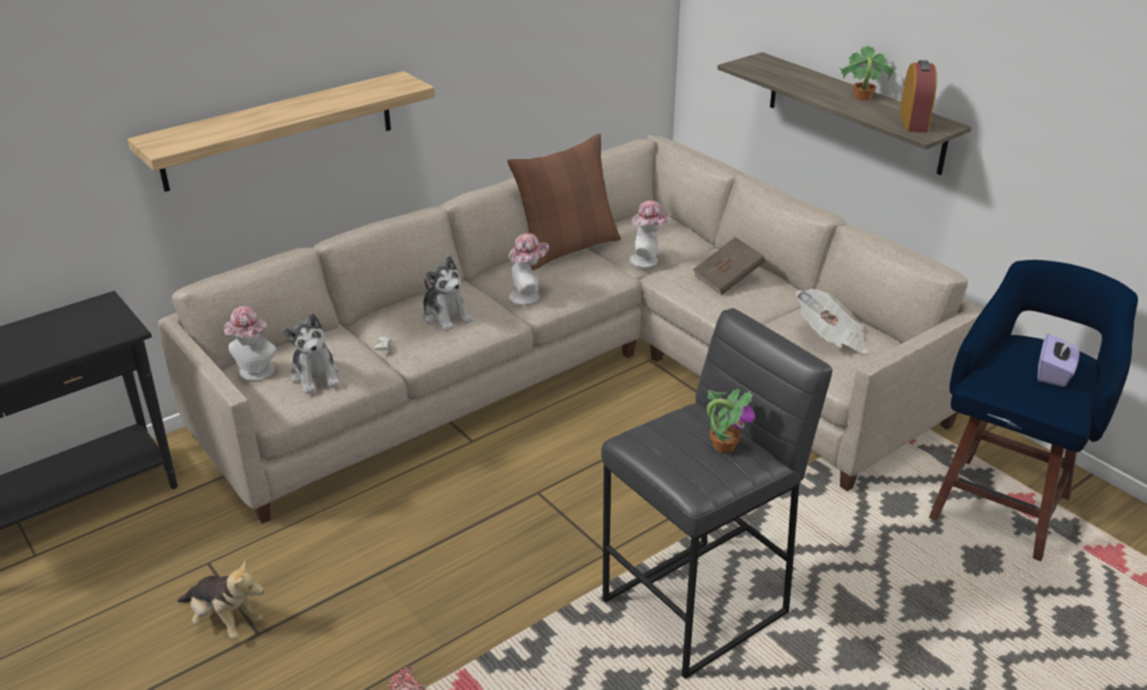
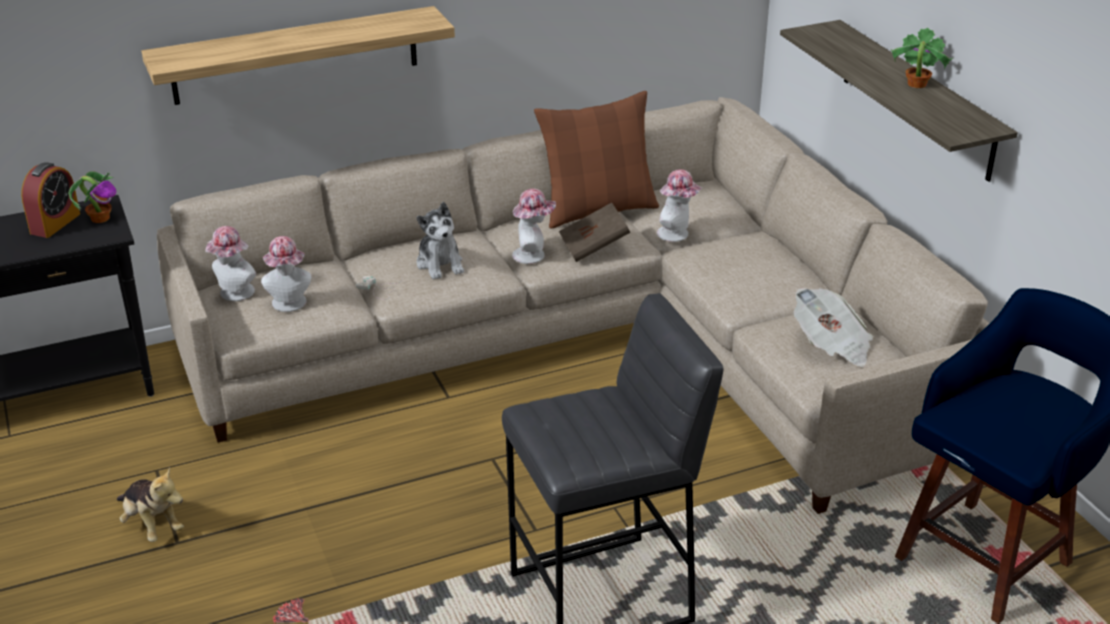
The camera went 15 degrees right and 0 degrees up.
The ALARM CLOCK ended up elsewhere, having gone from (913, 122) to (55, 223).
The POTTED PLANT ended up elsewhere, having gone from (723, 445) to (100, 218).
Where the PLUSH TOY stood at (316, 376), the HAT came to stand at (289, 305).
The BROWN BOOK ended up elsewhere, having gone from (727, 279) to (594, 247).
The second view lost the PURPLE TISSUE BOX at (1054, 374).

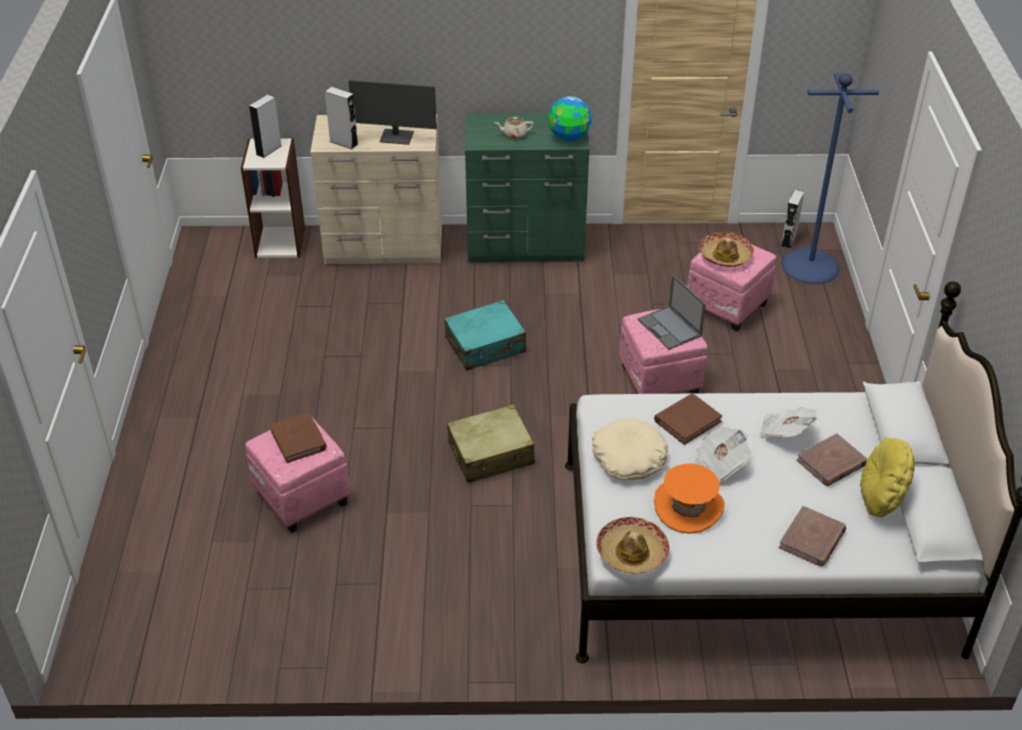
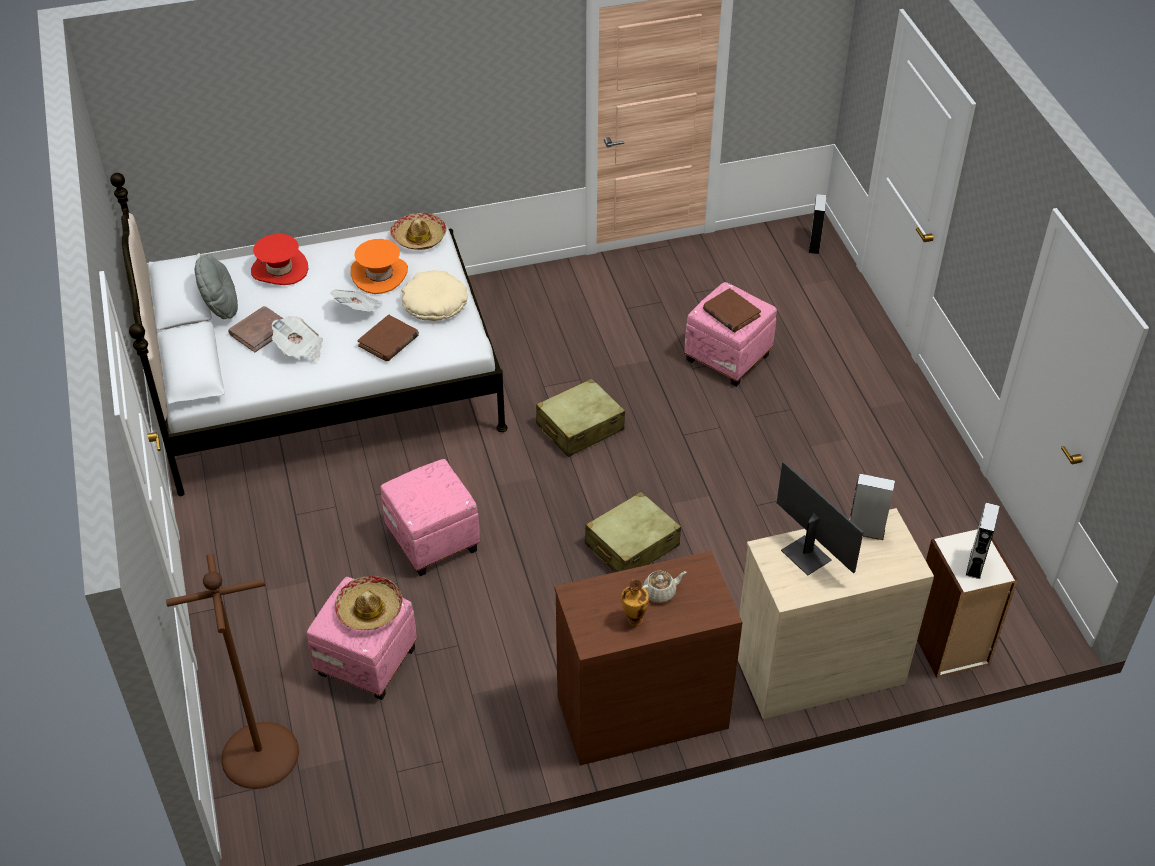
The camera went 165 degrees right and 5 degrees up.
What was the BLUE CLOTHES RACK at (810, 266) turned into the BROWN CLOTHES RACK at (260, 755).
What was the YELLOW PILLOW at (880, 500) turned into the GREY PILLOW at (221, 308).
Where the BROWN BOOK stood at (812, 539), the RED HAT came to stand at (279, 269).
What was the GREEN DRESSER at (526, 245) turned into the BROWN DRESSER at (640, 710).
What was the TURQUOISE SUITCASE at (486, 345) turned into the BEIGE SUITCASE at (631, 545).
The second view gained the VASE at (634, 620).
The MONITOR at (396, 137) ended up facing another way, 60 degrees clockwise from before.
The GREY SPEAKER ended up elsewhere, having gone from (788, 240) to (814, 245).
The second view lost the GLOBE at (569, 137).
The second view lost the LAPTOP at (670, 328).

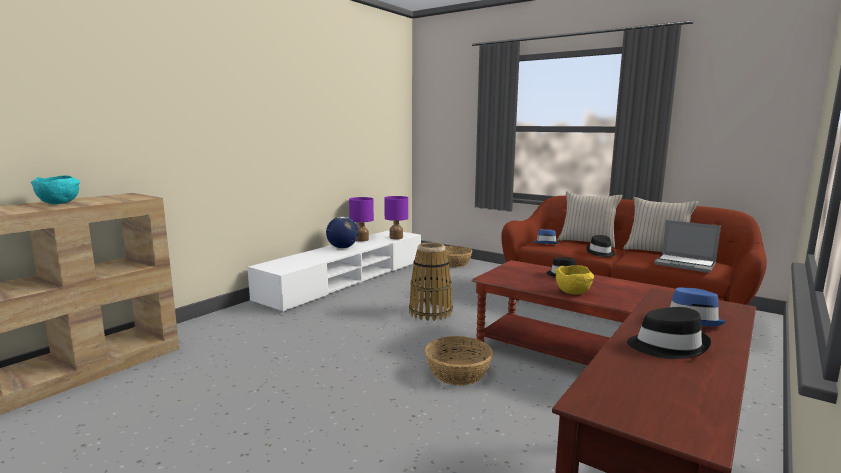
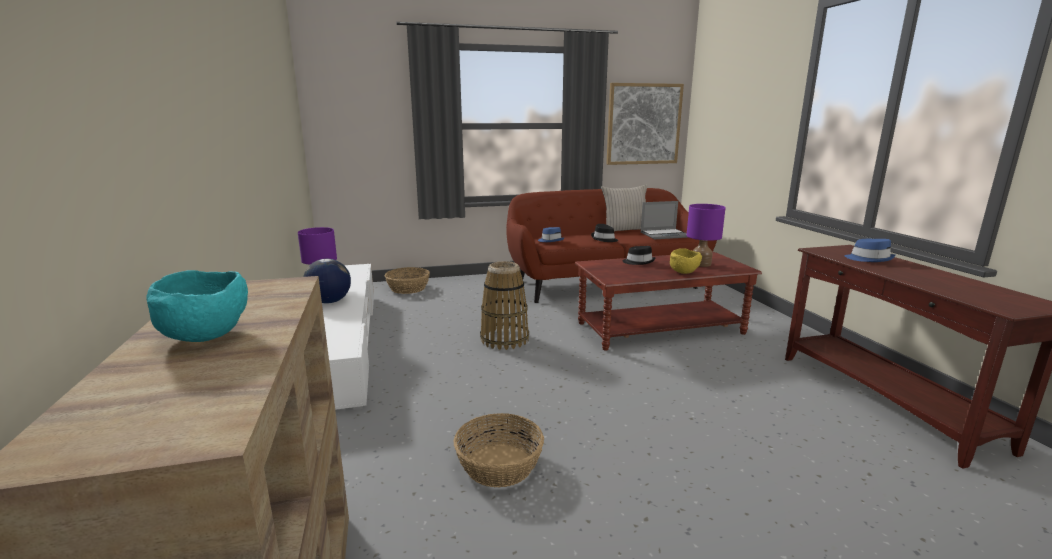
The camera went 50 degrees left and 5 degrees up.
The BASKET ended up elsewhere, having gone from (457, 372) to (498, 465).
The second view gained the PICTURE at (643, 124).
The PURPLE TABLE LAMP ended up elsewhere, having gone from (396, 237) to (700, 264).
The second view lost the BEIGE PILLOW at (587, 242).
The second view lost the BLACK HAT at (667, 346).

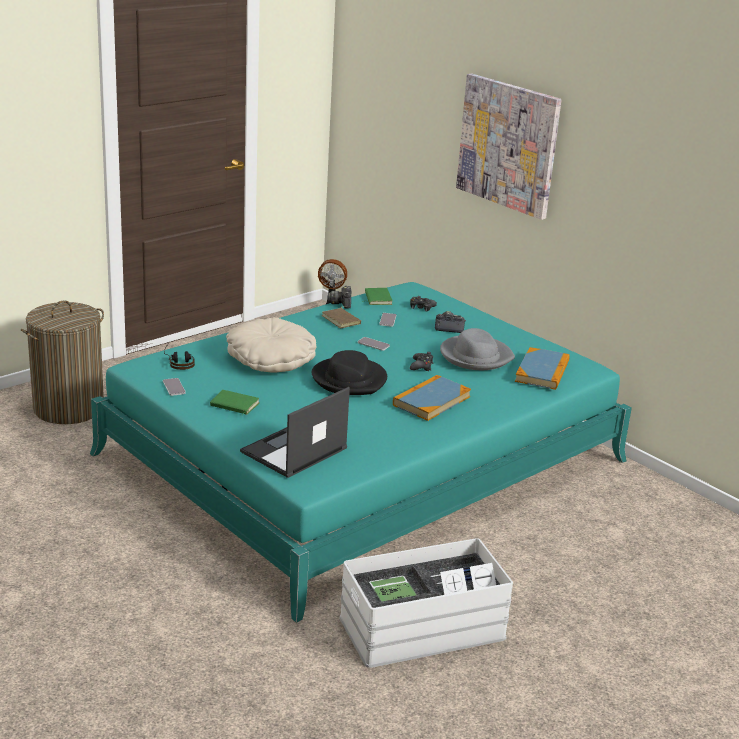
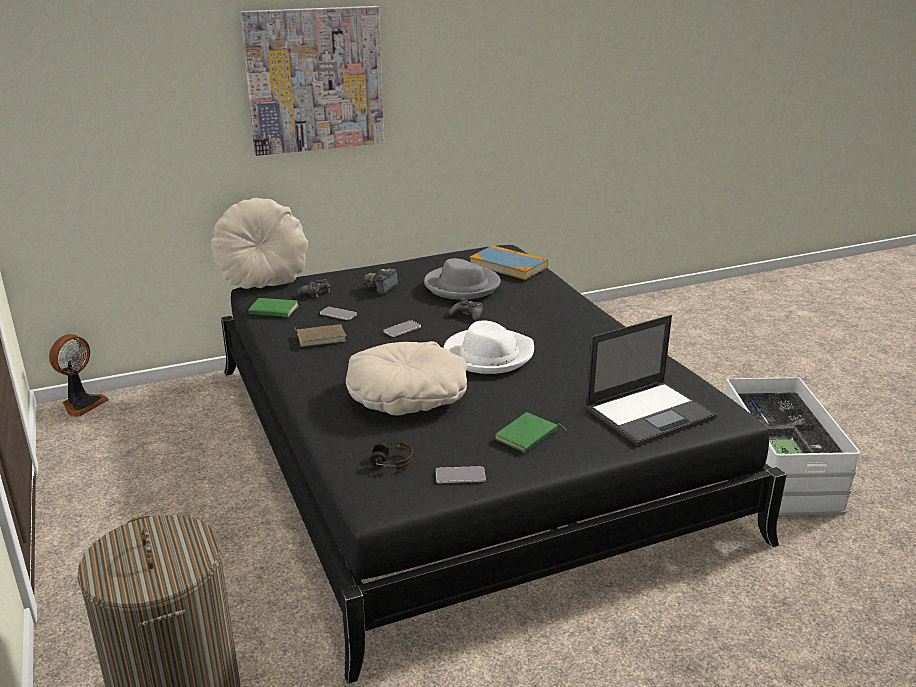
The camera went 70 degrees left and 0 degrees up.
The second view gained the BEIGE PILLOW at (264, 283).
What was the TURQUOISE BED at (362, 457) turned into the BLACK BED at (458, 446).
What was the BLACK HAT at (349, 379) turned into the WHITE HAT at (488, 354).
The LAPTOP at (293, 451) ended up facing another way, 90 degrees counterclockwise from before.
The second view lost the PHOTO CAMERA at (341, 303).
The second view lost the BOOK at (431, 401).

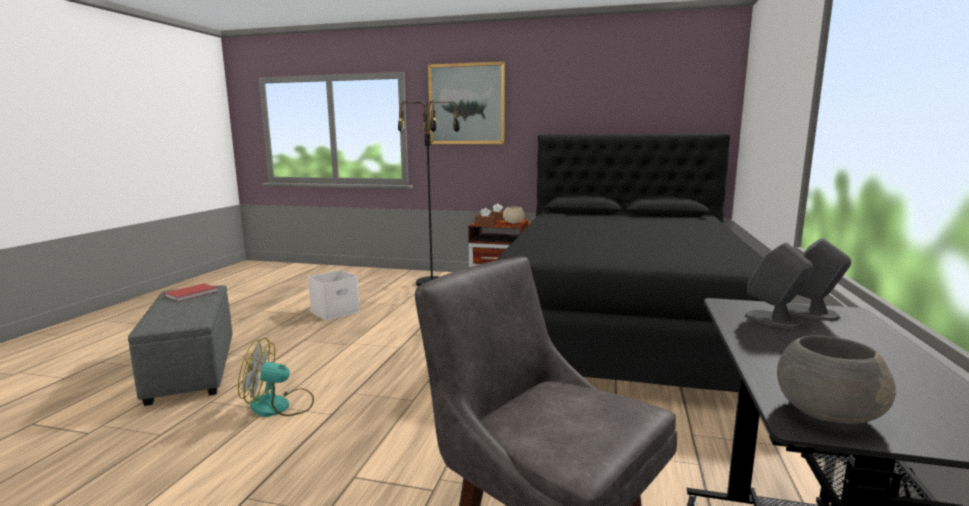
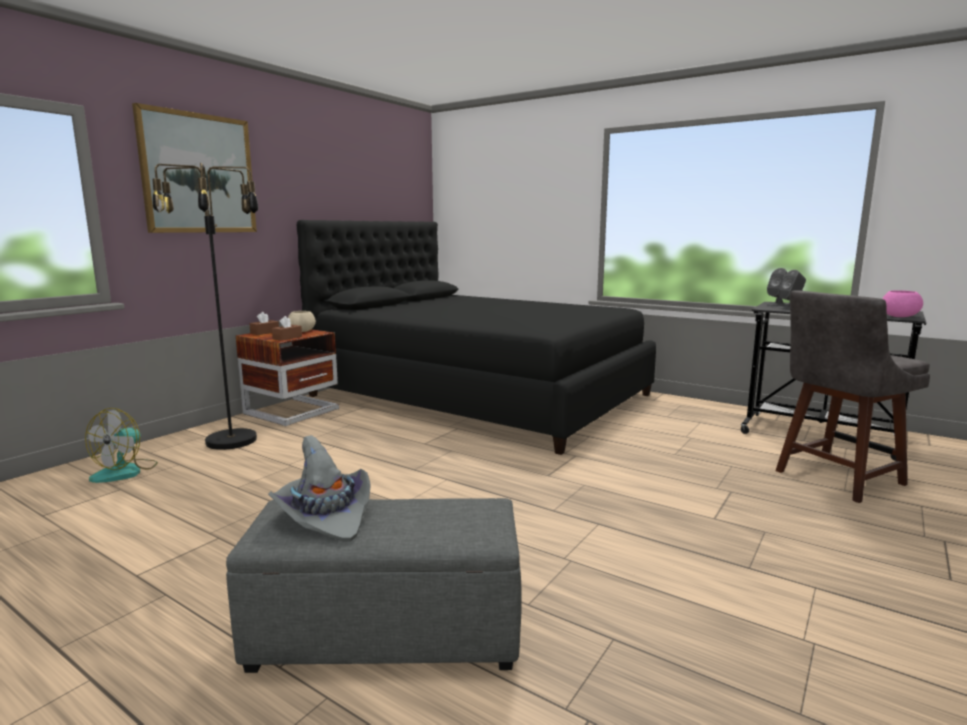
The camera went 70 degrees left and 0 degrees up.
The FAN ended up elsewhere, having gone from (279, 406) to (125, 471).
Where the RED BOOK stood at (192, 294), the GREY HAT came to stand at (325, 515).
What was the GREY BOWL at (825, 412) turned into the PINK BOWL at (898, 316).
The second view lost the WHITE STORAGE BOX at (335, 311).

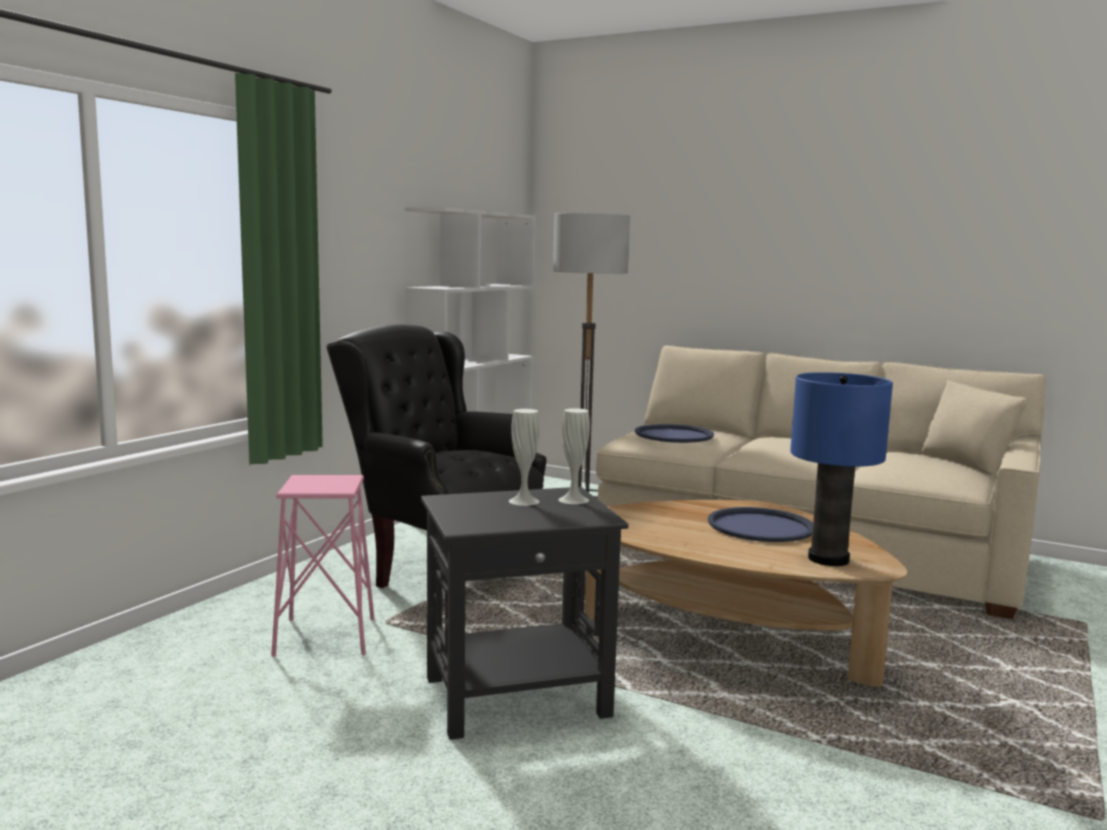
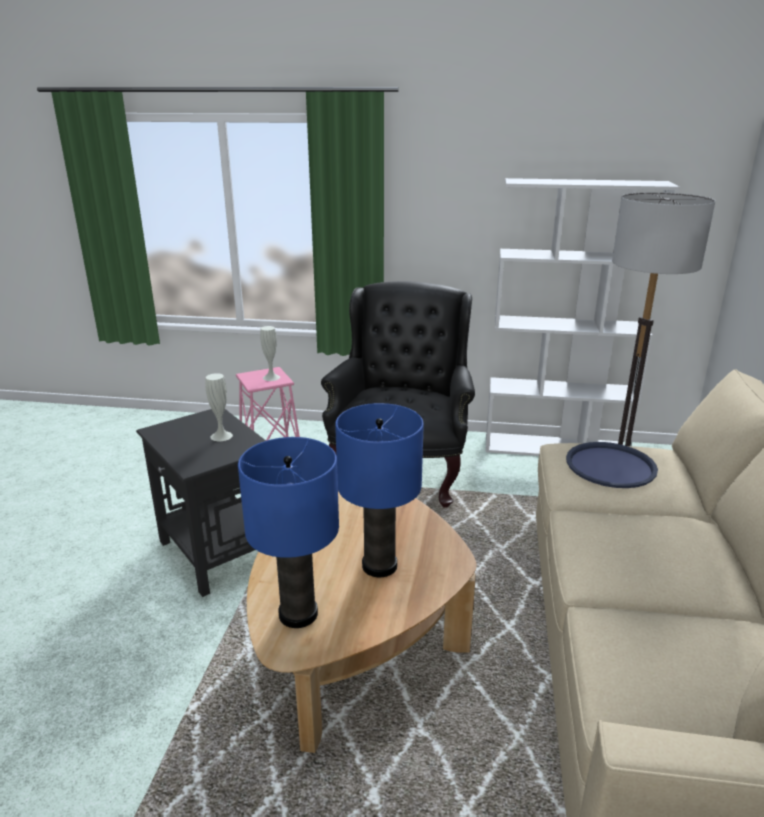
The camera went 70 degrees right and 15 degrees up.
The WHITE VASE ended up elsewhere, having gone from (573, 500) to (271, 377).
Where the BLUE TRAY stood at (760, 526), the BLUE TABLE LAMP came to stand at (379, 565).

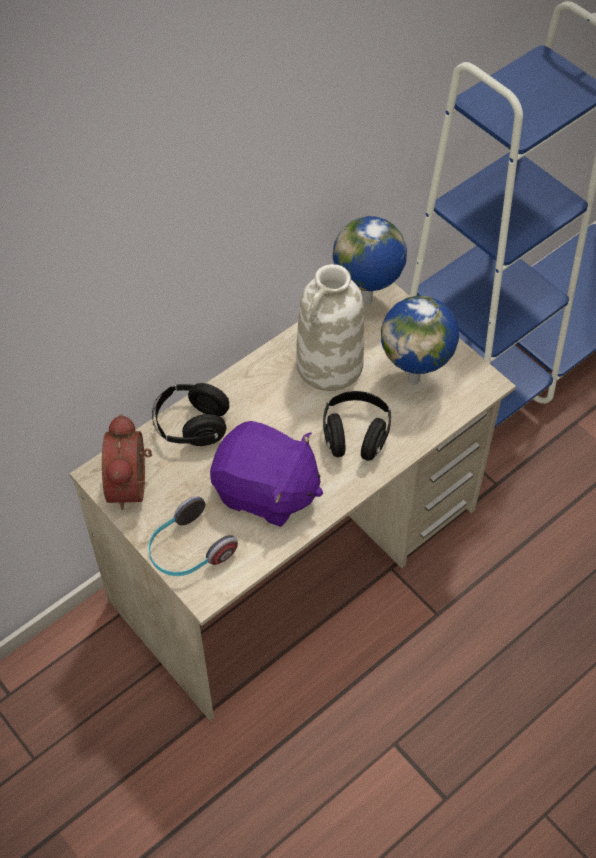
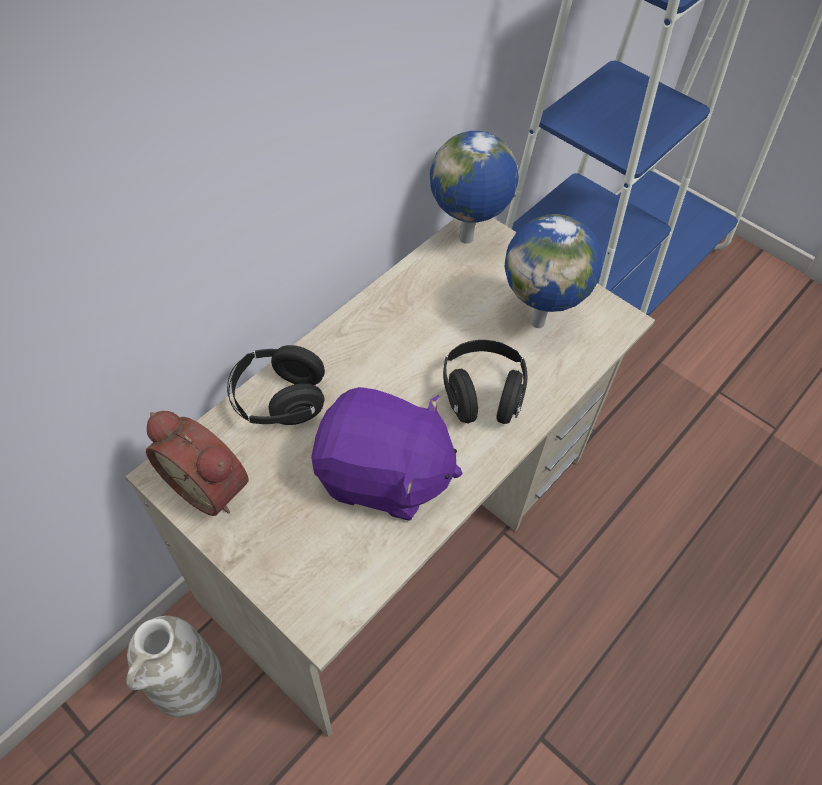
The camera went 10 degrees left and 0 degrees up.
The WHITE VASE ended up elsewhere, having gone from (329, 366) to (186, 682).
The ALARM CLOCK at (133, 485) ended up facing another way, 45 degrees counterclockwise from before.
The second view lost the HEADPHONES at (188, 550).

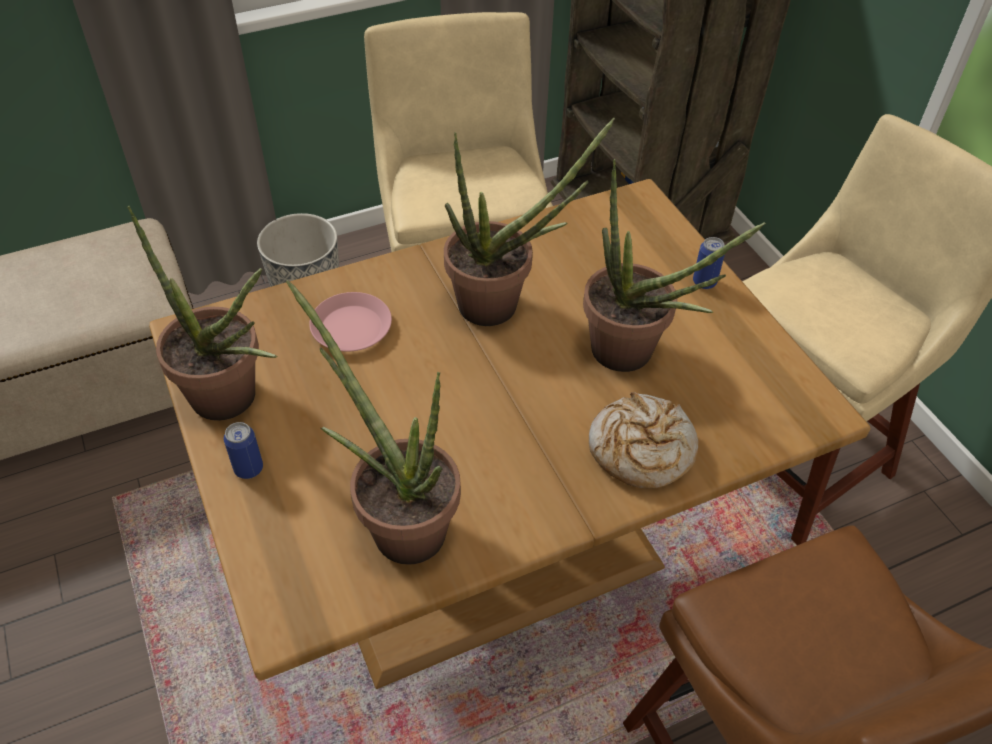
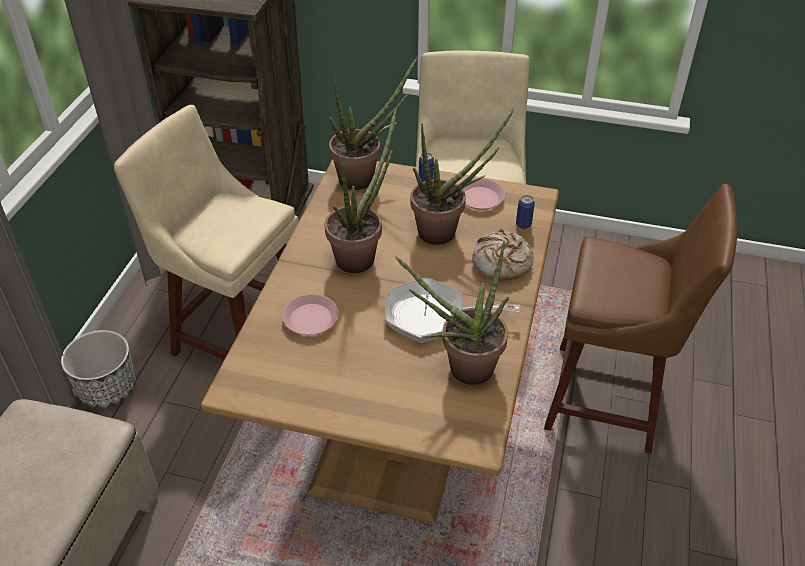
The camera went 50 degrees left and 5 degrees down.
The POTTED PLANT ended up elsewhere, having gone from (233, 403) to (364, 178).
The second view gained the FRYING PAN at (432, 316).
The second view gained the PINK PLATE at (480, 198).
The CAN ended up elsewhere, having gone from (249, 468) to (523, 224).

